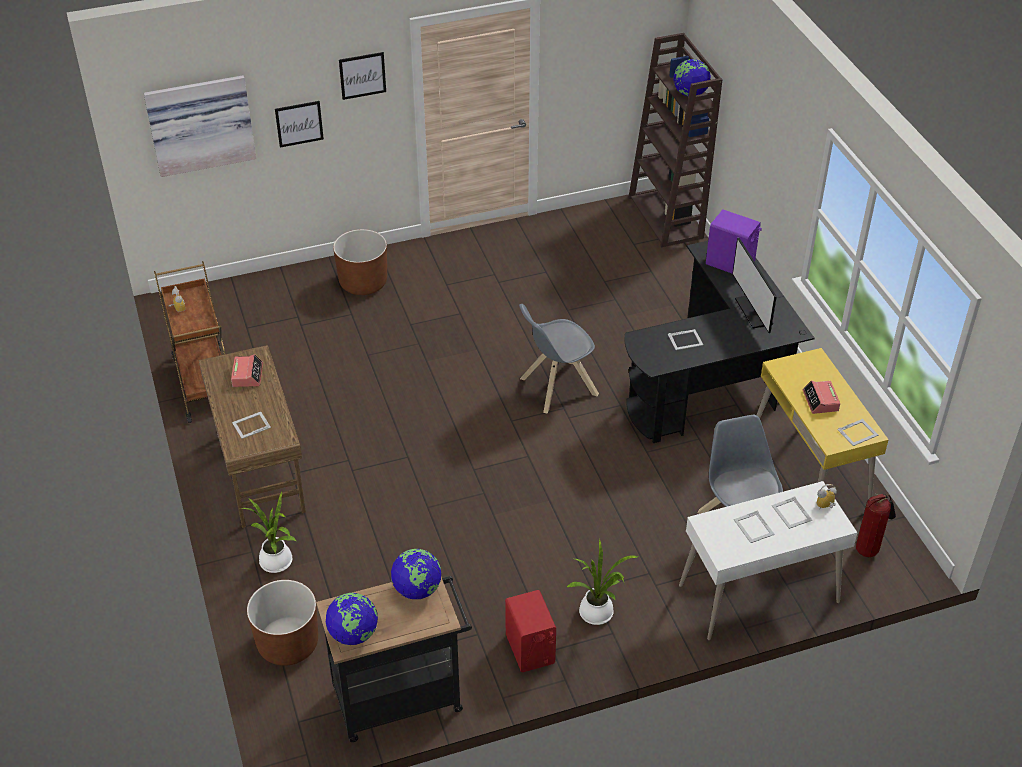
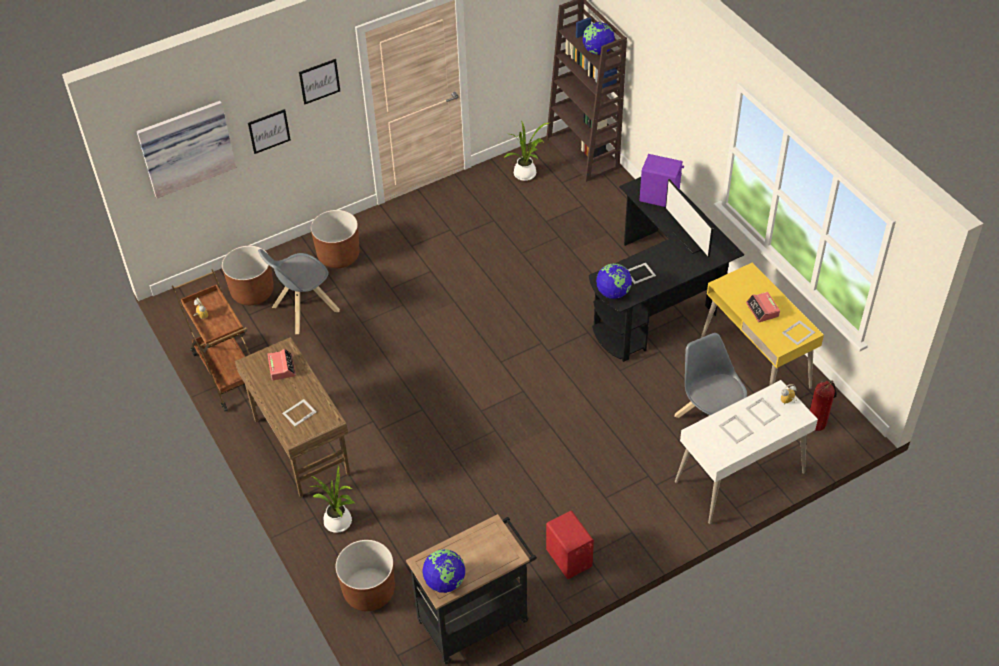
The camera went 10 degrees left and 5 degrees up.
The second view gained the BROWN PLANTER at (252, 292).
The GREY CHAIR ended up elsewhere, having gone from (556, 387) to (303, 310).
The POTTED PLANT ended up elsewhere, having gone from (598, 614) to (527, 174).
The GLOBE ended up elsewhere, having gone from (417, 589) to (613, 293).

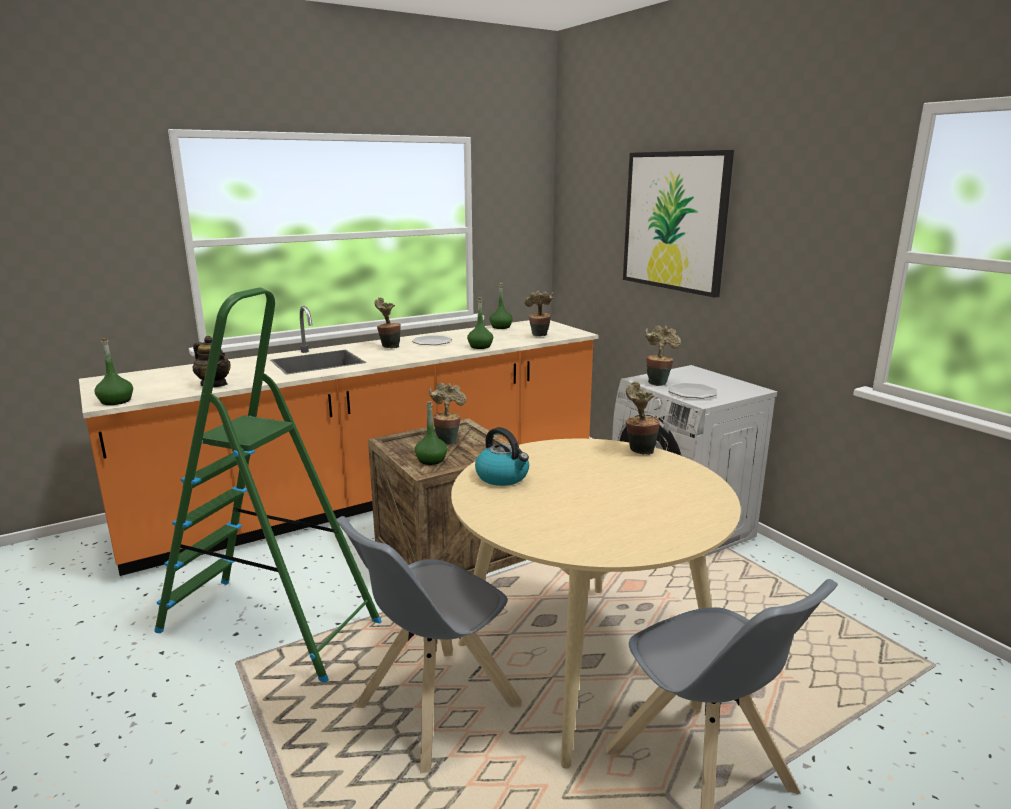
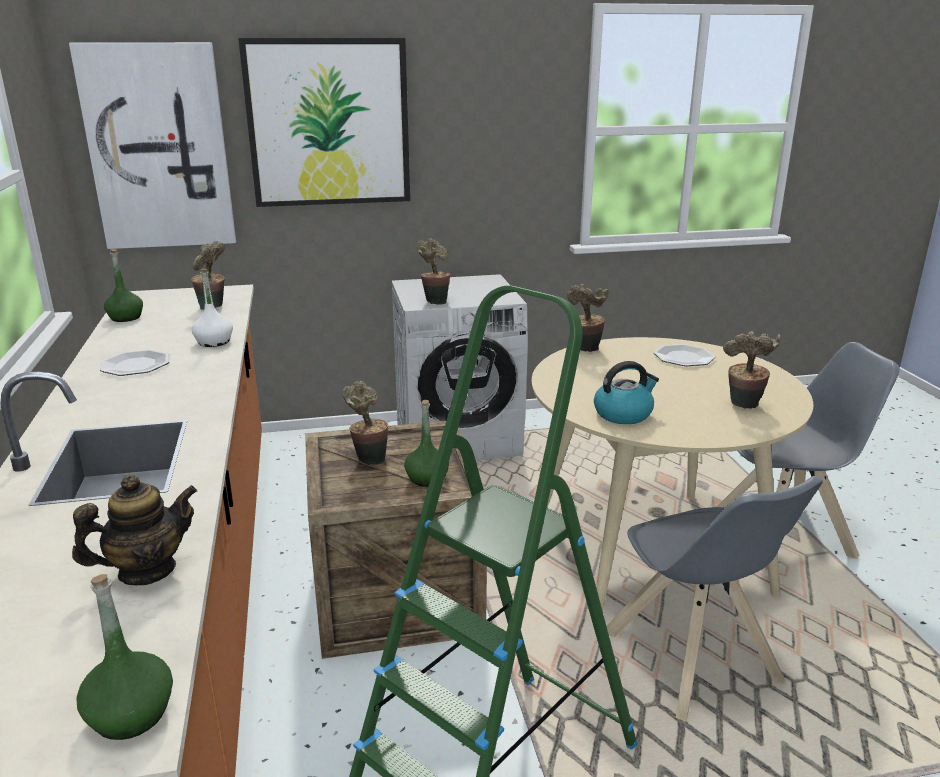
The camera went 70 degrees left and 5 degrees up.
The second view gained the PICTURE at (159, 148).
What was the GREEN BOTTLE at (480, 346) turned into the WHITE BOTTLE at (214, 342).
The PLATE ended up elsewhere, having gone from (692, 392) to (683, 357).
The POTTED PLANT ended up elsewhere, having gone from (388, 347) to (743, 406).

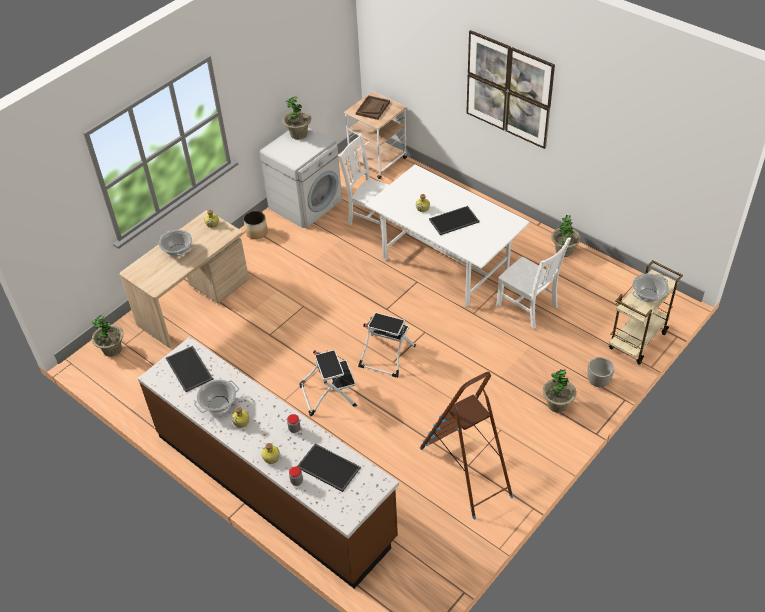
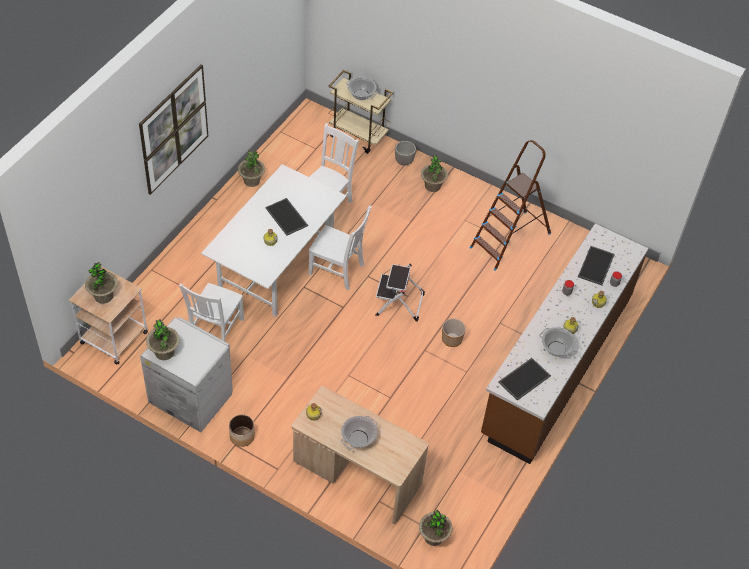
The camera went 105 degrees left and 5 degrees up.
Where the BROWN TRAY stood at (373, 108), the POTTED PLANT came to stand at (103, 296).
The second view gained the WHITE CHAIR at (338, 270).
Where the STEP LADDER stood at (329, 393), the PLANTER came to stand at (452, 339).

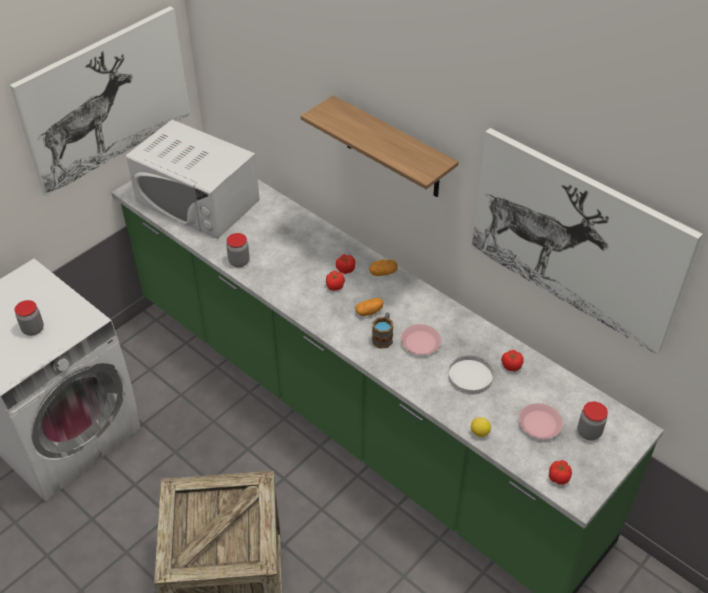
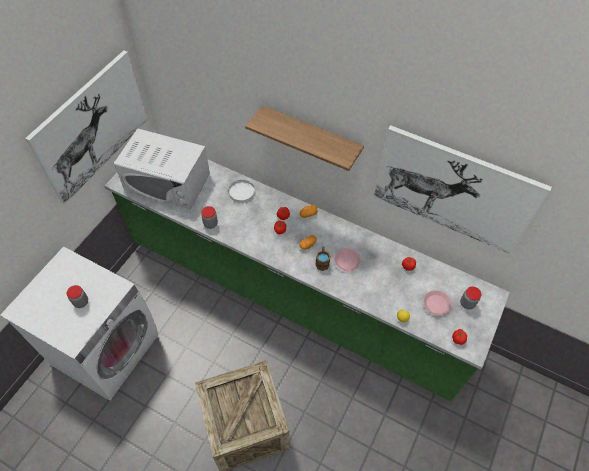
The camera went 15 degrees left and 10 degrees up.
The WHITE PLATE ended up elsewhere, having gone from (470, 376) to (241, 192).

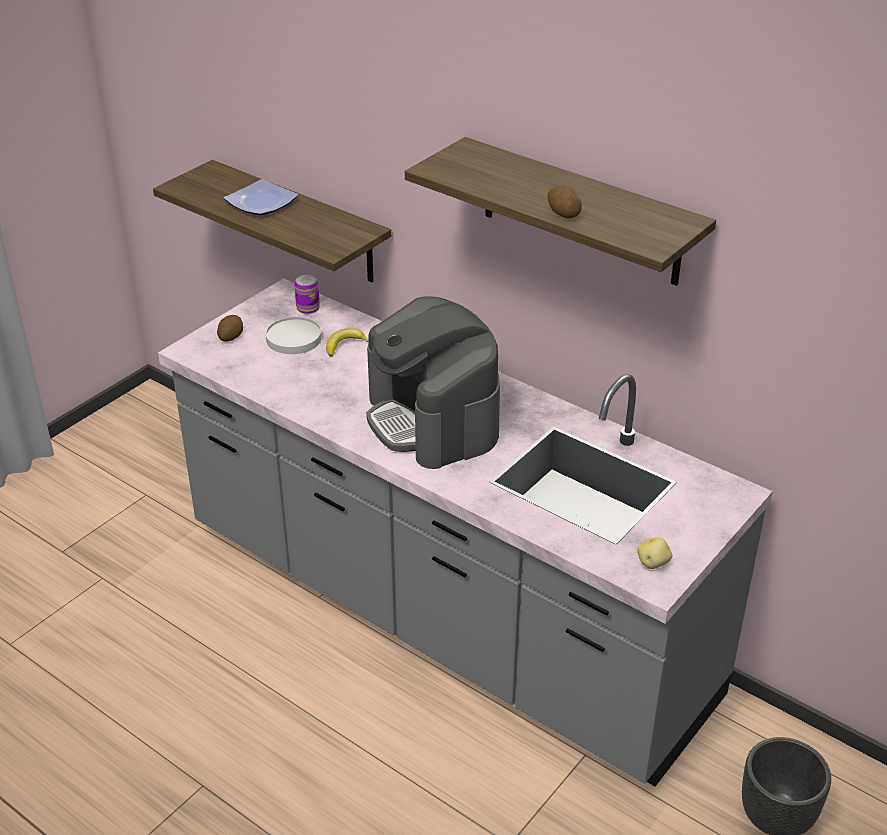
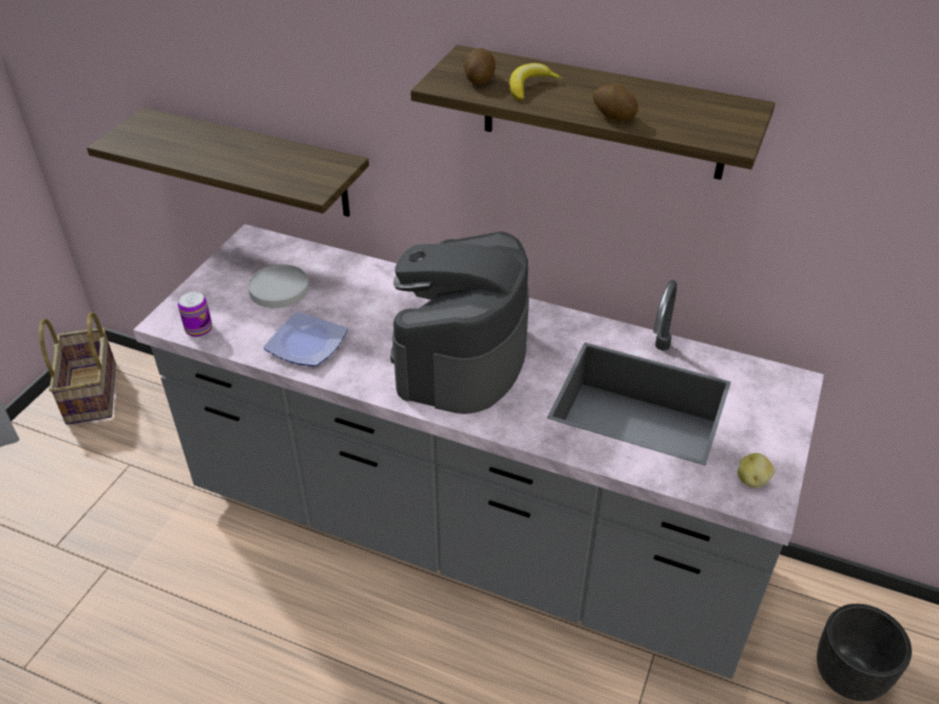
The camera went 15 degrees left and 5 degrees up.
The second view gained the BASKET at (93, 393).
The CAN ended up elsewhere, having gone from (308, 308) to (199, 329).
The PLATE ended up elsewhere, having gone from (261, 202) to (306, 343).
The COFFEE MACHINE at (433, 420) ended up facing another way, 60 degrees clockwise from before.
The POTATO ended up elsewhere, having gone from (231, 336) to (479, 79).
The BANANA ended up elsewhere, having gone from (345, 345) to (530, 87).

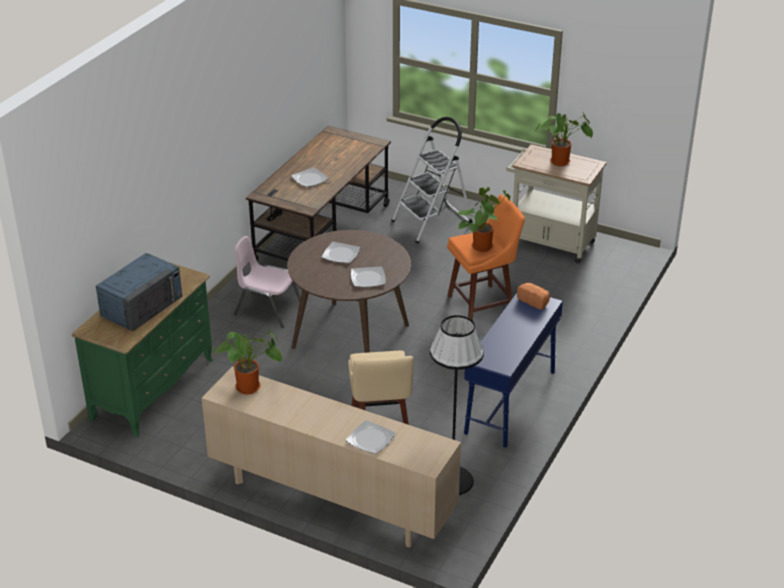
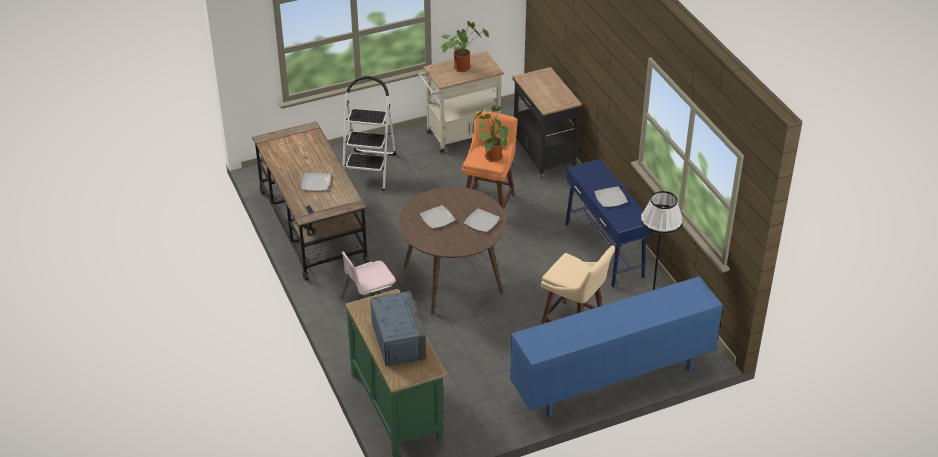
The camera went 50 degrees left and 5 degrees up.
What was the BEIGE CABINET at (330, 500) turned into the BLUE CABINET at (612, 381).
The second view gained the BLACK CART at (542, 154).
The PLATE ended up elsewhere, having gone from (370, 438) to (610, 198).
The second view lost the POTTED PLANT at (251, 387).
The second view lost the BREAD at (534, 301).

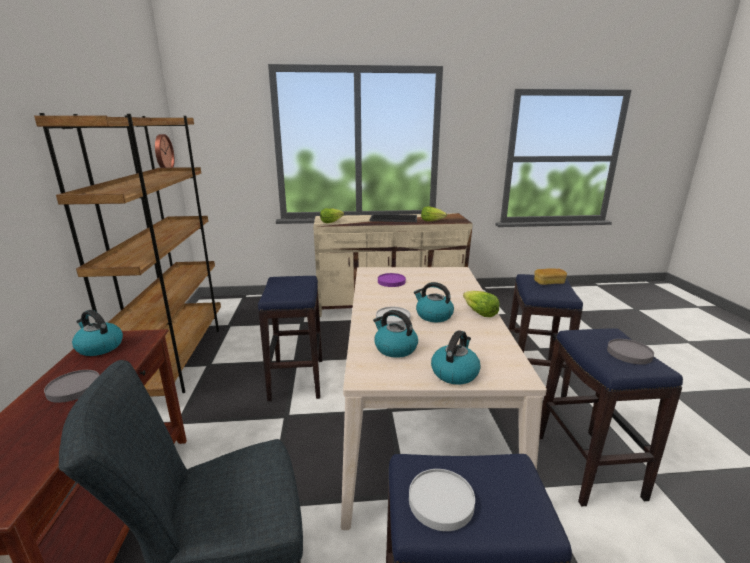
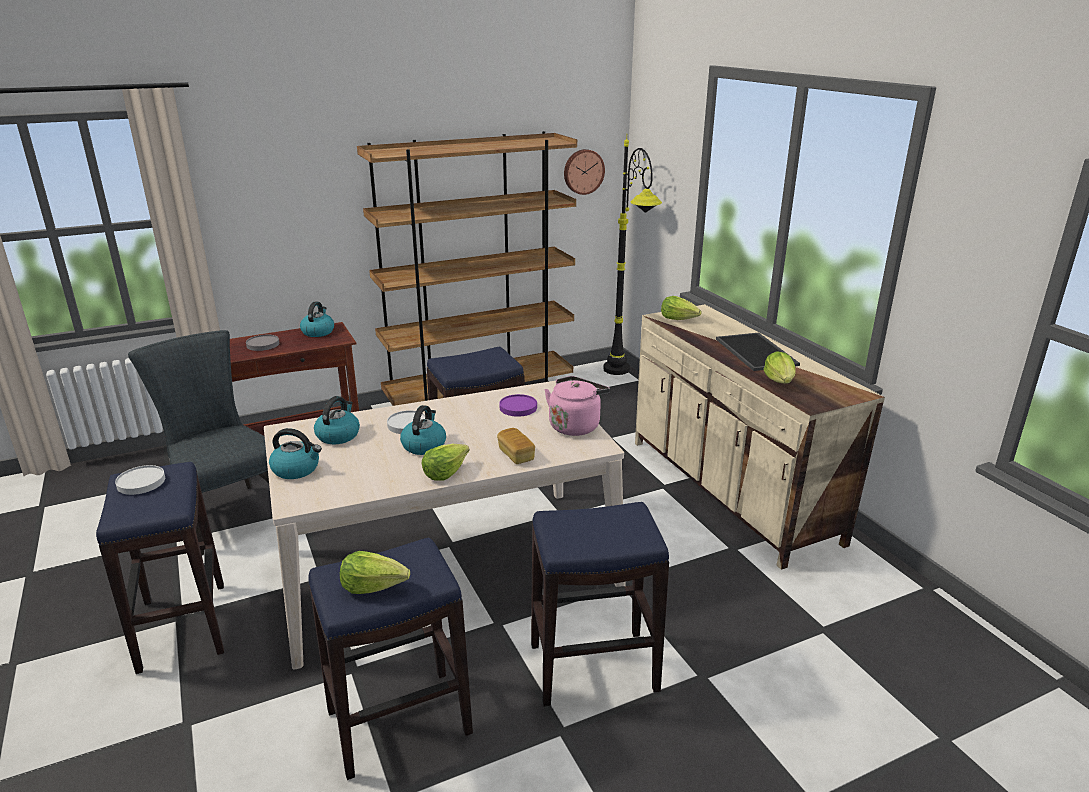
The camera went 70 degrees right and 5 degrees up.
Where the GREY PLATE stood at (629, 353), the LETTUCE came to stand at (374, 586).
The BREAD ended up elsewhere, having gone from (549, 283) to (516, 455).
The second view gained the PINK KETTLE at (575, 425).
The second view gained the BLACK FLOOR LAMP at (626, 378).

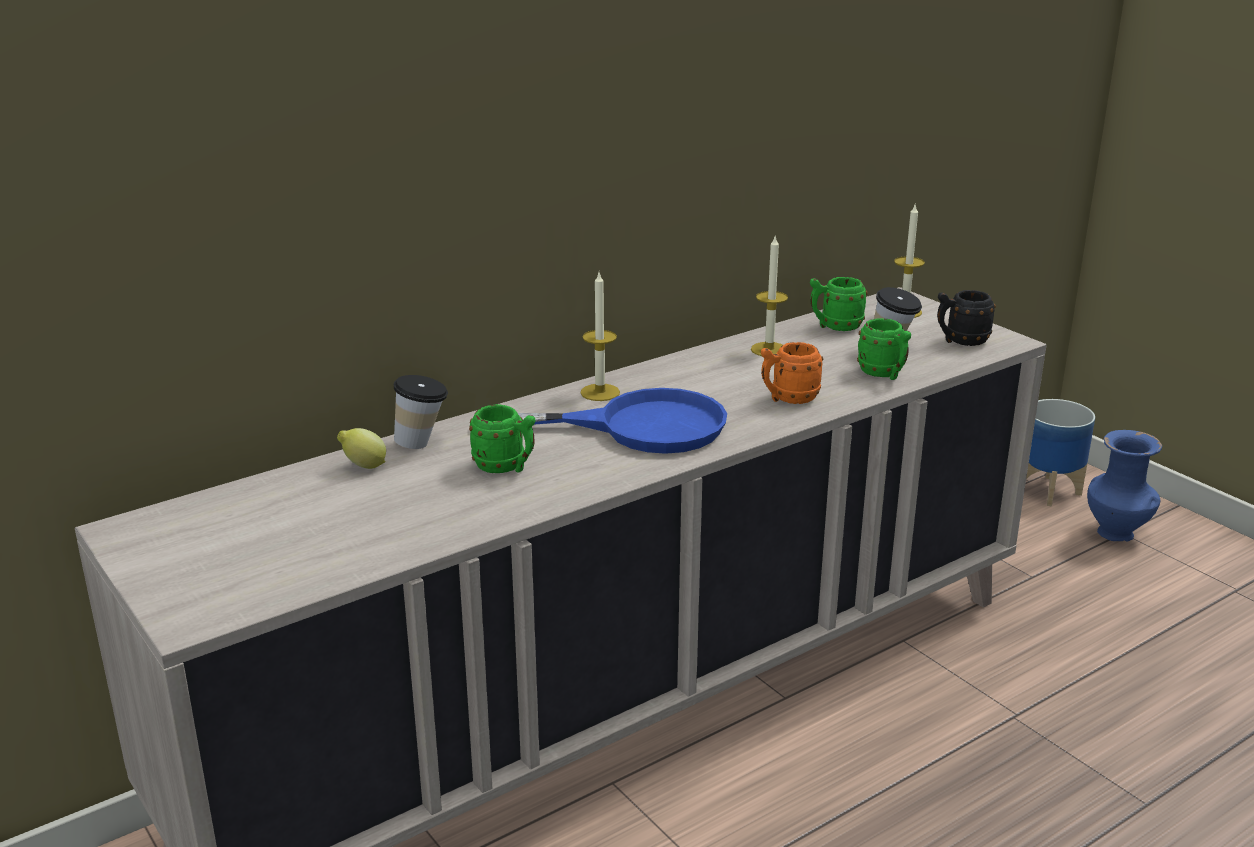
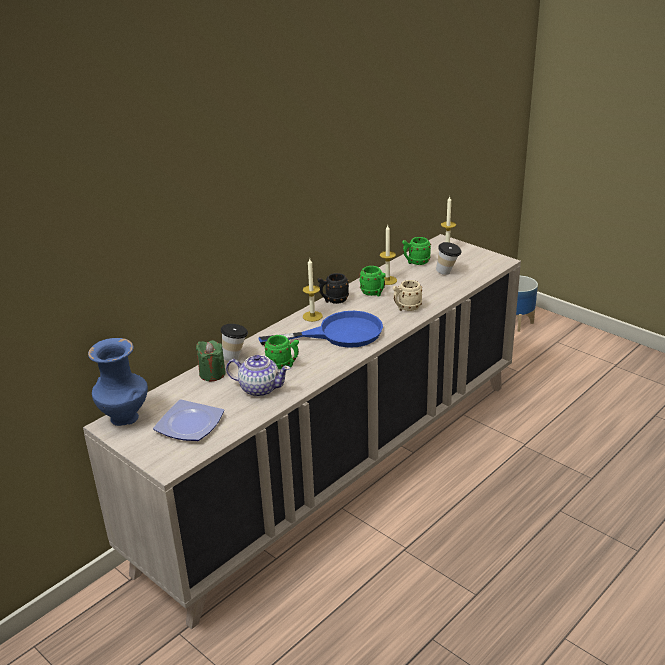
The camera went 10 degrees left and 5 degrees up.
The BLUE VASE ended up elsewhere, having gone from (1117, 534) to (126, 418).
The second view gained the PLATE at (191, 424).
Where the LEMON stood at (363, 466), the GREEN CANDLE came to stand at (212, 374).
The second view gained the TEAPOT at (259, 388).
The BLACK MUG ended up elsewhere, having gone from (960, 341) to (333, 300).
The GREEN MUG ended up elsewhere, having gone from (884, 374) to (374, 293).
What was the ORANGE MUG at (788, 398) turned into the BEIGE MUG at (406, 308).

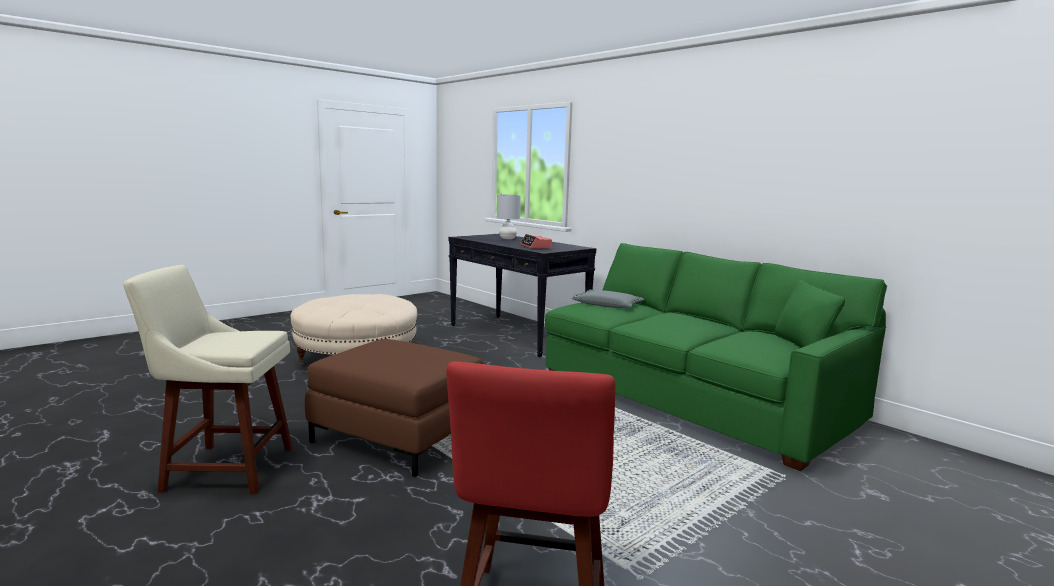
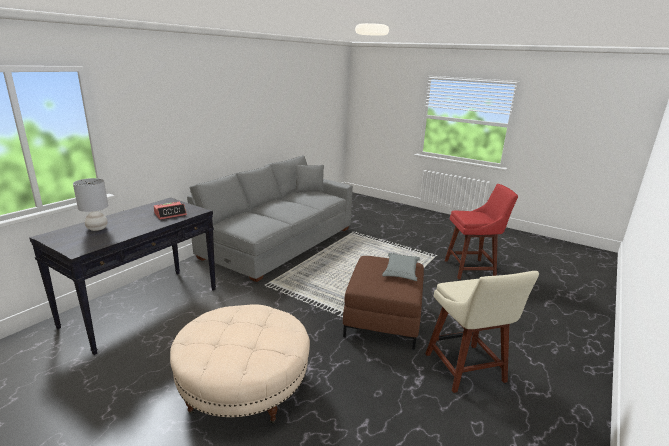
The camera went 105 degrees left and 10 degrees up.
What was the GREEN SOFA at (692, 397) turned into the GREY SOFA at (279, 242).
The GREY PILLOW ended up elsewhere, having gone from (608, 304) to (401, 270).

